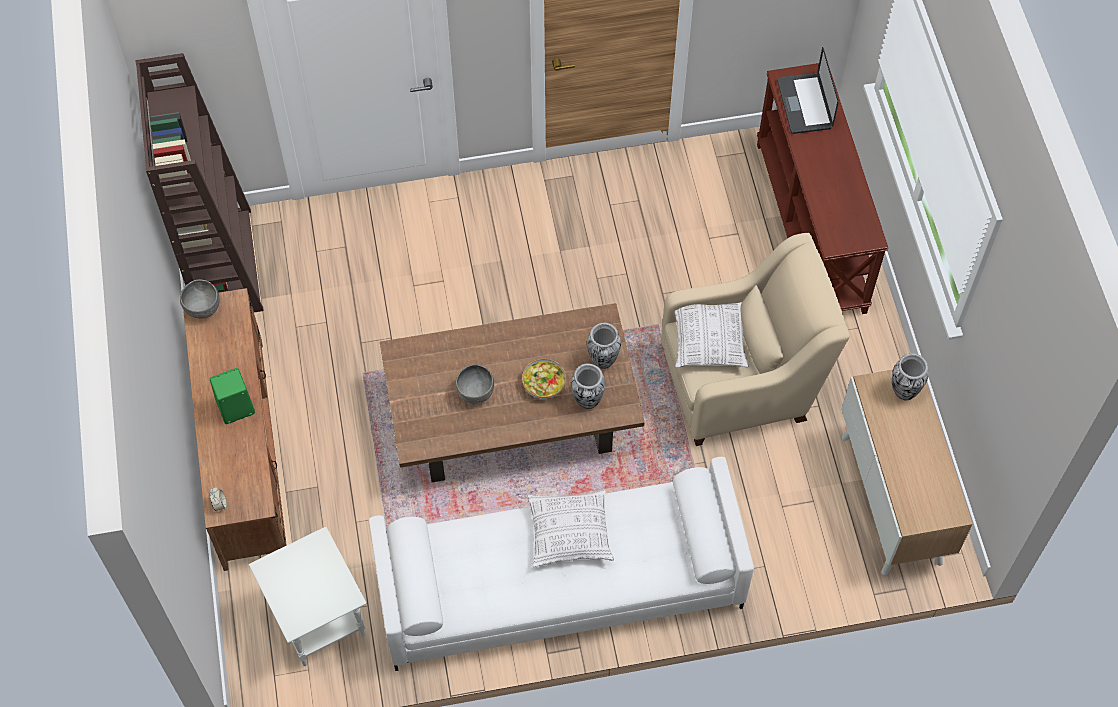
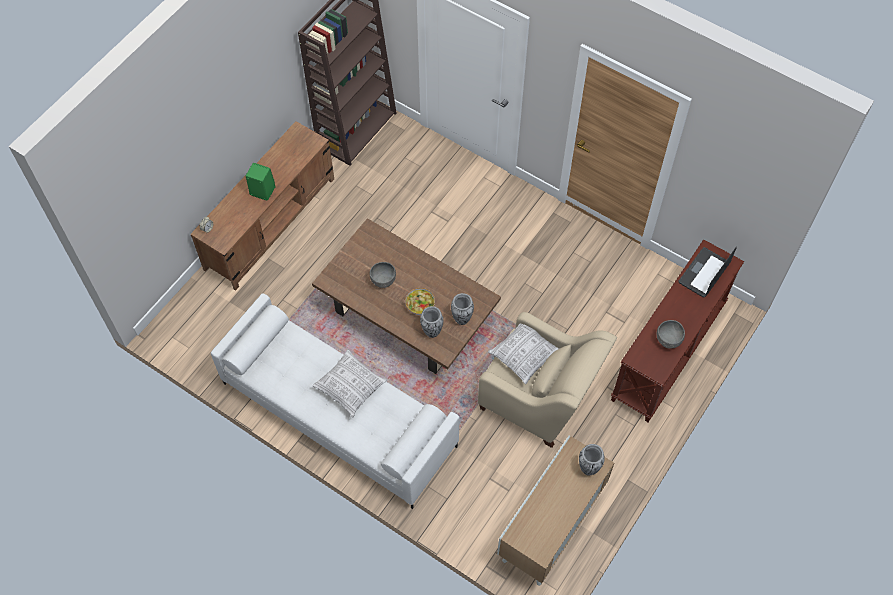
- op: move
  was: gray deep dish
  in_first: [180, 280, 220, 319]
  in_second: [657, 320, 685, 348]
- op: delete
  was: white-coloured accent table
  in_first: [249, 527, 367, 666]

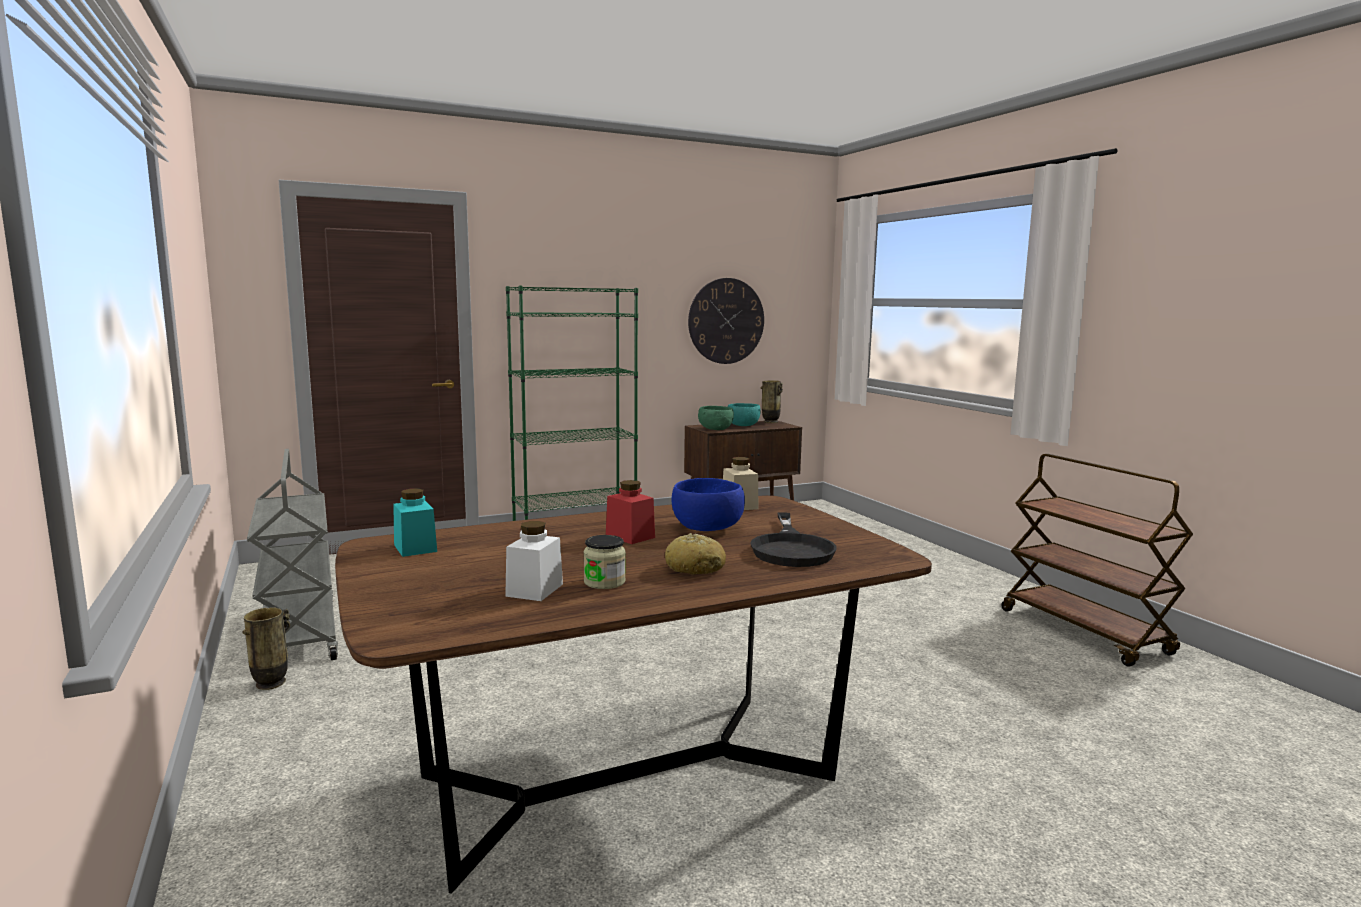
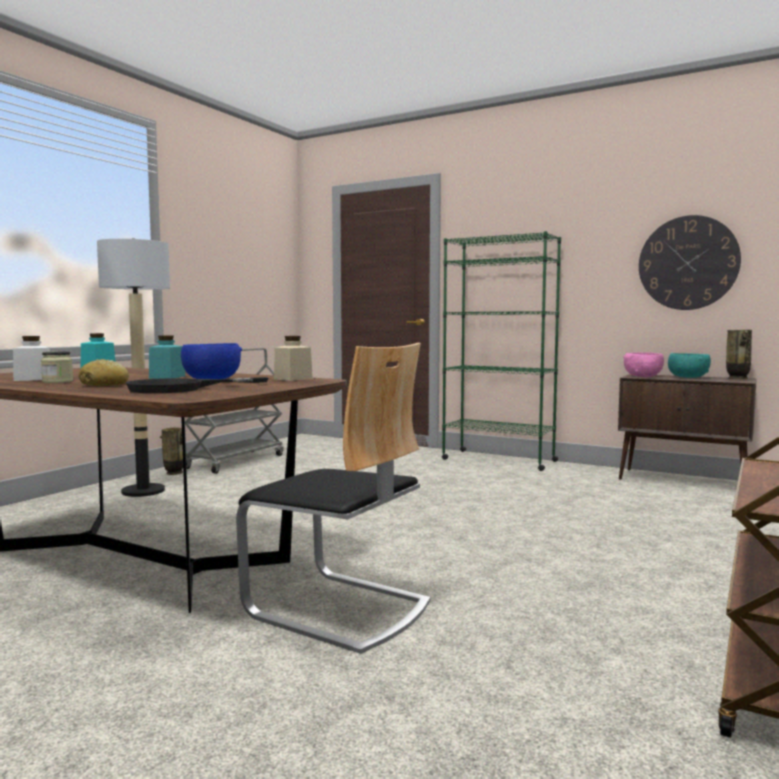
- op: insert
  now: standard lamp
  in_second: [97, 238, 170, 497]
- op: recolor
  was: red-coloured preserve jar
  now: blue-green preserve jar
  in_first: [606, 480, 655, 544]
  in_second: [149, 335, 185, 379]
- op: insert
  now: chair
  in_second: [236, 343, 430, 654]
- op: recolor
  was: green deep dish
  now: pinkish deep dish
  in_first: [698, 406, 734, 430]
  in_second: [623, 352, 664, 377]

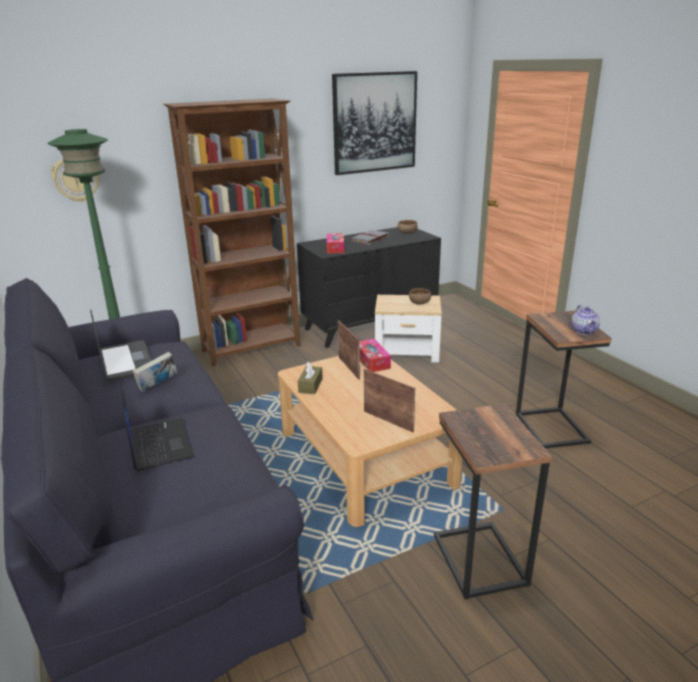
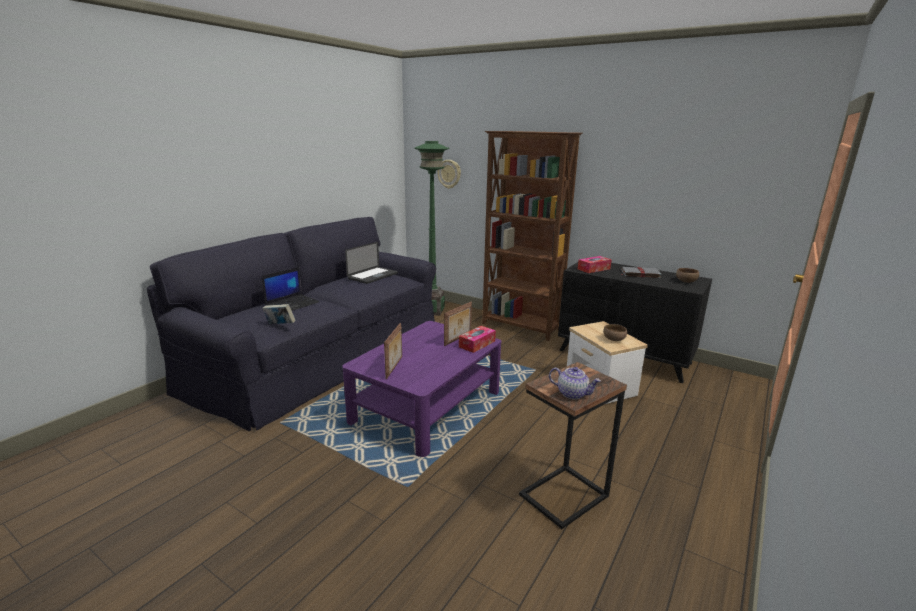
- op: move
  was: volume
  in_first: [132, 352, 177, 392]
  in_second: [262, 304, 296, 324]
- op: recolor
  was: sand-coloured low table
  now: purple low table
  in_first: [278, 356, 463, 527]
  in_second: [342, 321, 501, 457]
- op: rotate
  was: pot for tea
  in_first: [571, 305, 600, 335]
  in_second: [549, 367, 601, 399]
  clockwise: -120
- op: delete
  was: brown tissue box
  in_first: [298, 362, 323, 394]
- op: delete
  was: wall picture
  in_first: [332, 71, 417, 175]
- op: delete
  was: accent table
  in_first: [434, 404, 552, 600]

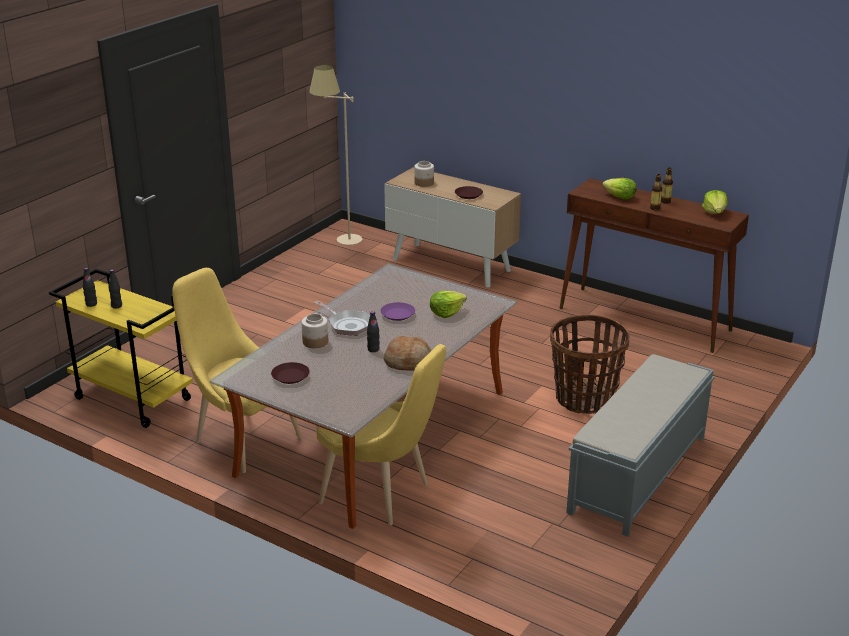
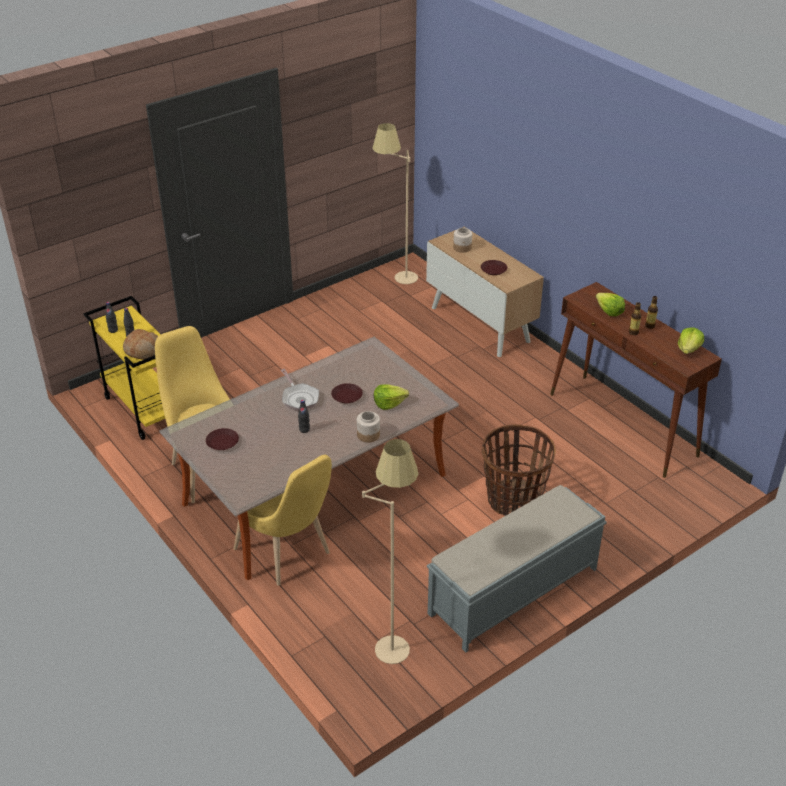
- op: move
  was: bread
  in_first: [384, 336, 431, 371]
  in_second: [123, 329, 158, 360]
- op: recolor
  was: purple flat dish
  now: brown flat dish
  in_first: [380, 302, 415, 321]
  in_second: [331, 383, 363, 403]
- op: move
  was: preserve jar
  in_first: [302, 314, 328, 348]
  in_second: [357, 411, 380, 442]
- op: insert
  now: sand-coloured standard lamp
  in_second: [362, 439, 419, 664]

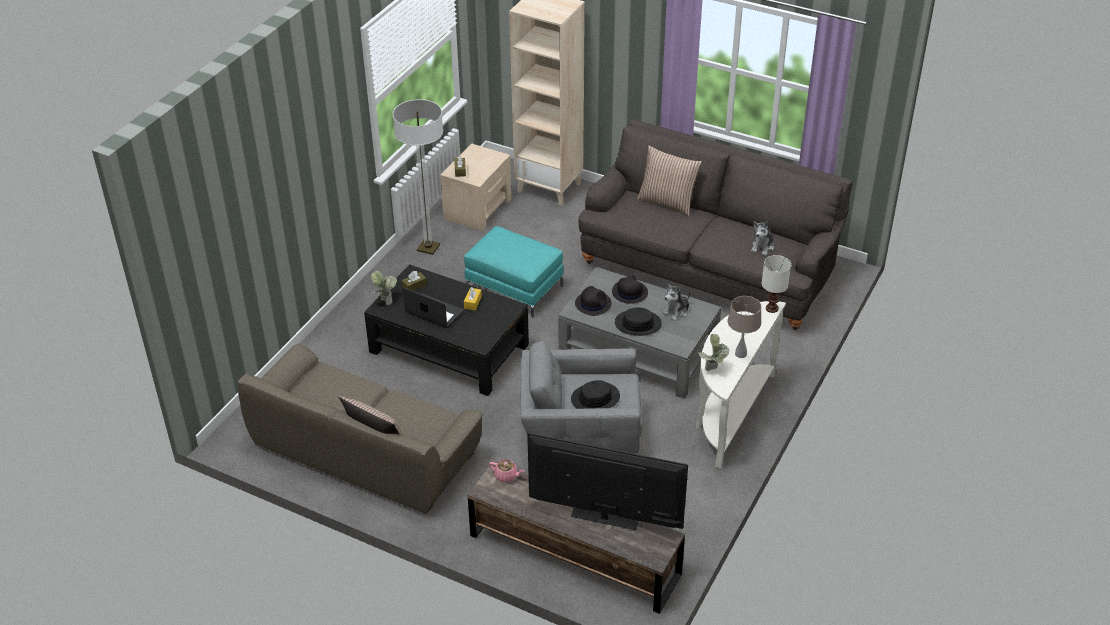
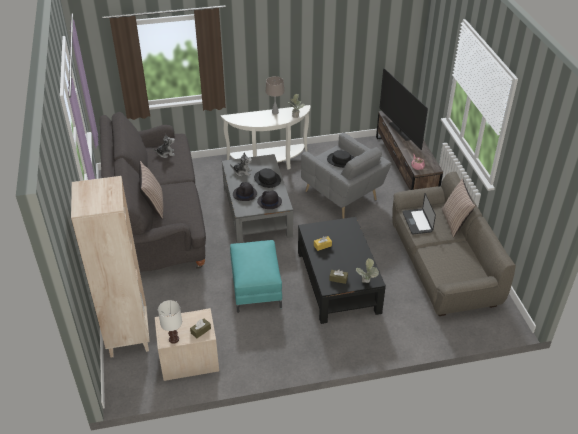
- op: move
  was: white-coloured table lamp
  in_first: [762, 255, 791, 313]
  in_second: [158, 300, 182, 344]
- op: move
  was: notebook computer
  in_first: [402, 287, 464, 328]
  in_second: [403, 193, 436, 234]
- op: delete
  was: standard lamp
  in_first: [393, 99, 443, 255]

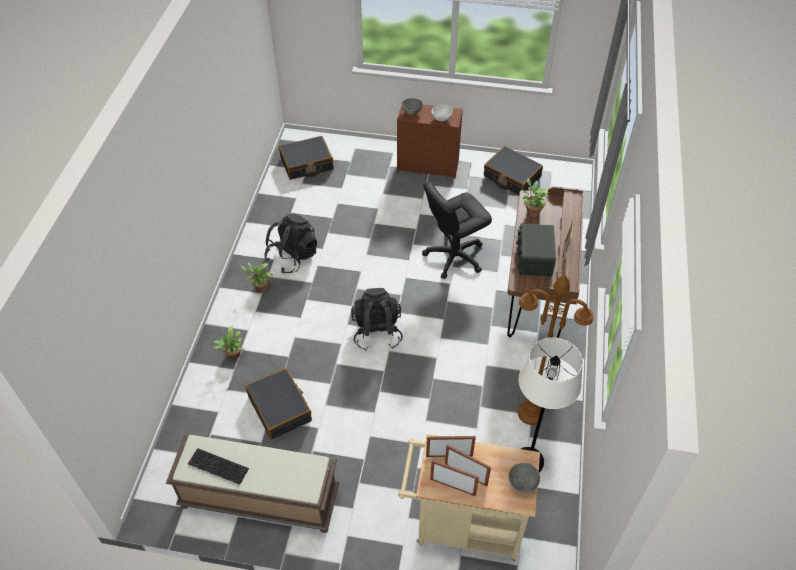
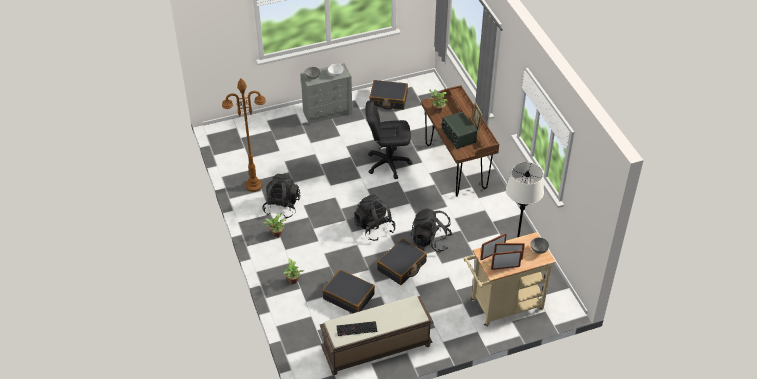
- op: move
  was: brown standard lamp
  in_first: [518, 275, 593, 425]
  in_second: [222, 78, 266, 192]
- op: recolor
  was: brown chest of drawers
  now: gray chest of drawers
  in_first: [397, 104, 463, 179]
  in_second: [301, 63, 352, 125]
- op: rotate
  was: black-coloured desk chair
  in_first: [422, 181, 492, 279]
  in_second: [365, 100, 412, 179]
  clockwise: 60
- op: move
  was: black-coloured suitcase
  in_first: [279, 136, 334, 180]
  in_second: [377, 238, 427, 285]
- op: insert
  now: black-coloured rucksack
  in_second: [411, 208, 453, 252]

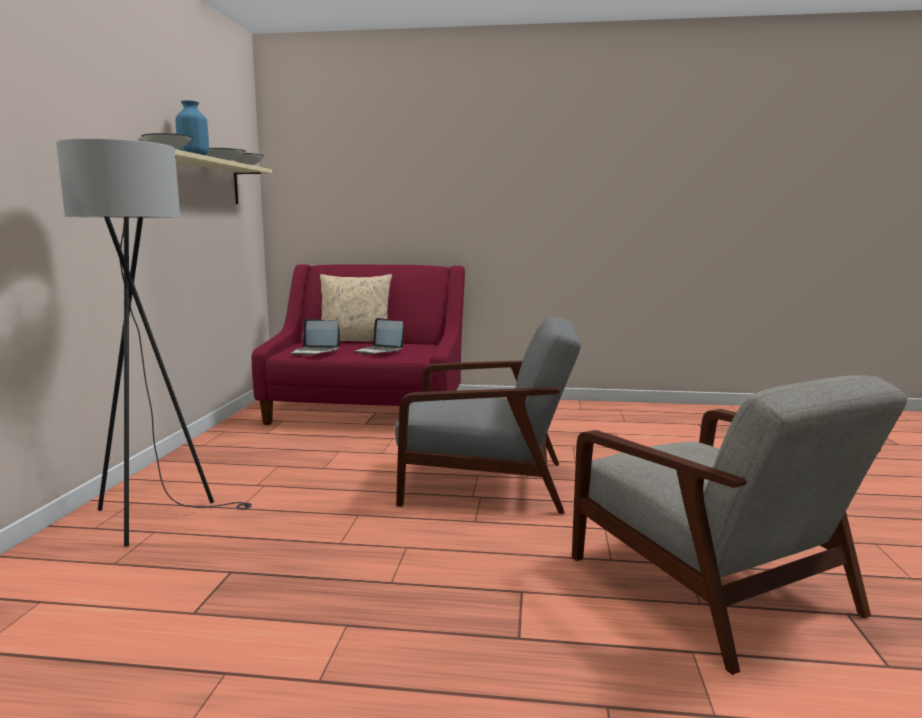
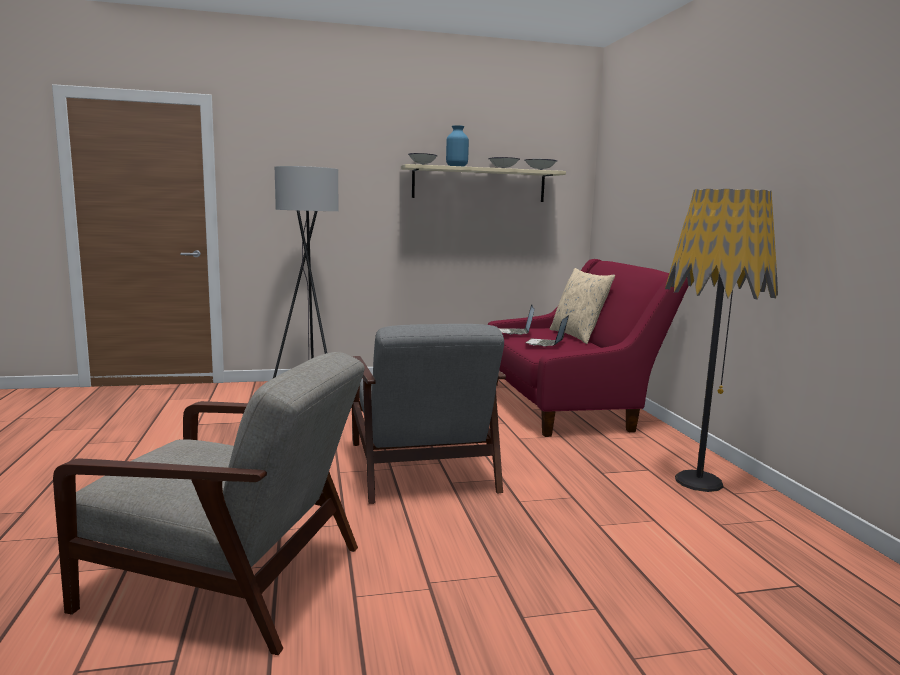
- op: rotate
  was: gray armchair
  in_first: [572, 375, 907, 675]
  in_second: [53, 352, 364, 655]
  clockwise: -120
- op: insert
  now: standard lamp
  in_second: [665, 189, 778, 492]

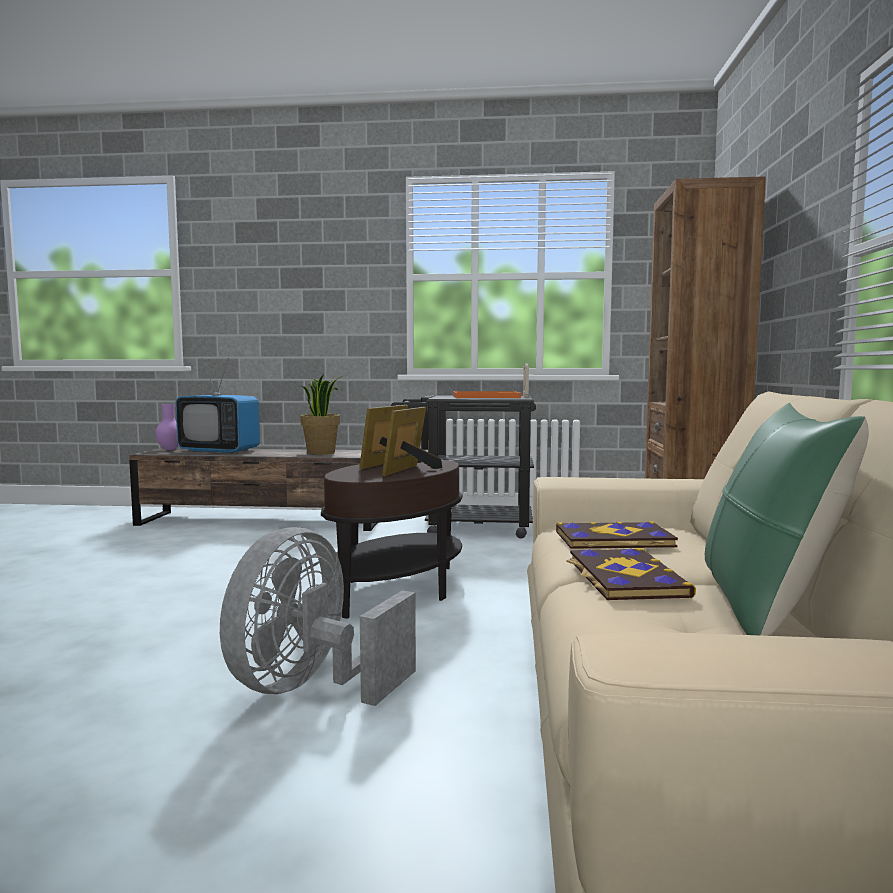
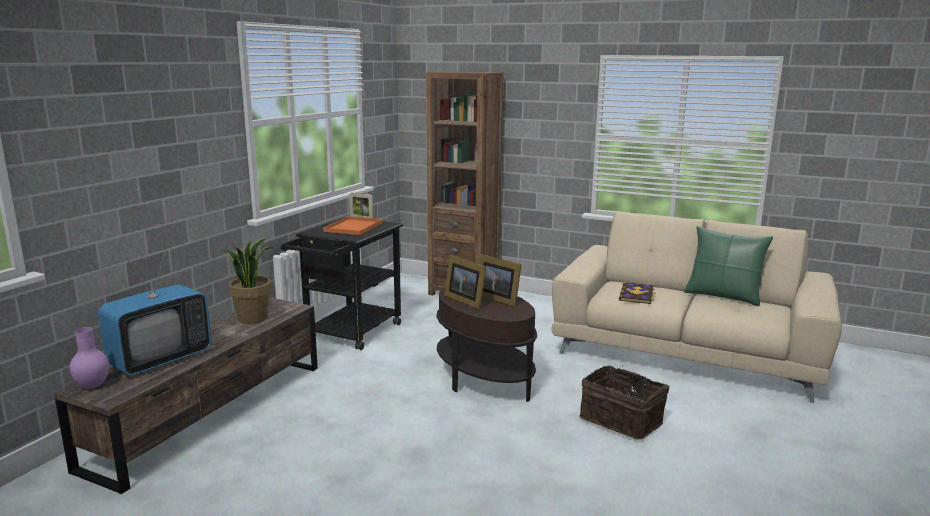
- op: replace
  was: gray cooling fan
  now: basket
  in_first: [220, 527, 416, 706]
  in_second: [579, 365, 669, 440]
- op: delete
  was: volume
  in_first: [567, 548, 696, 600]

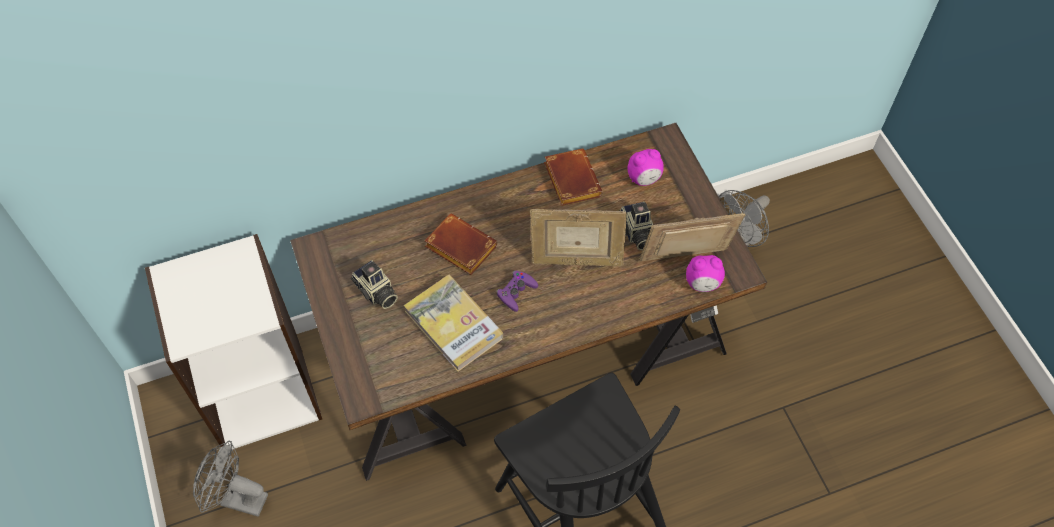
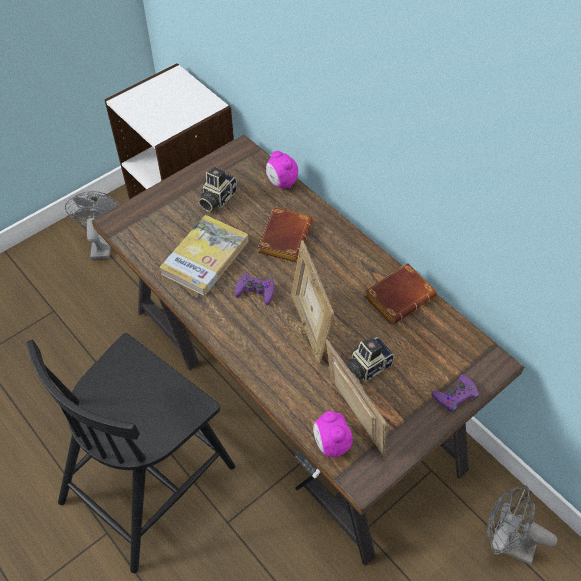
- op: move
  was: table clock
  in_first: [627, 149, 664, 186]
  in_second: [266, 151, 298, 189]
- op: insert
  now: purple game controller
  in_second: [432, 375, 479, 413]

